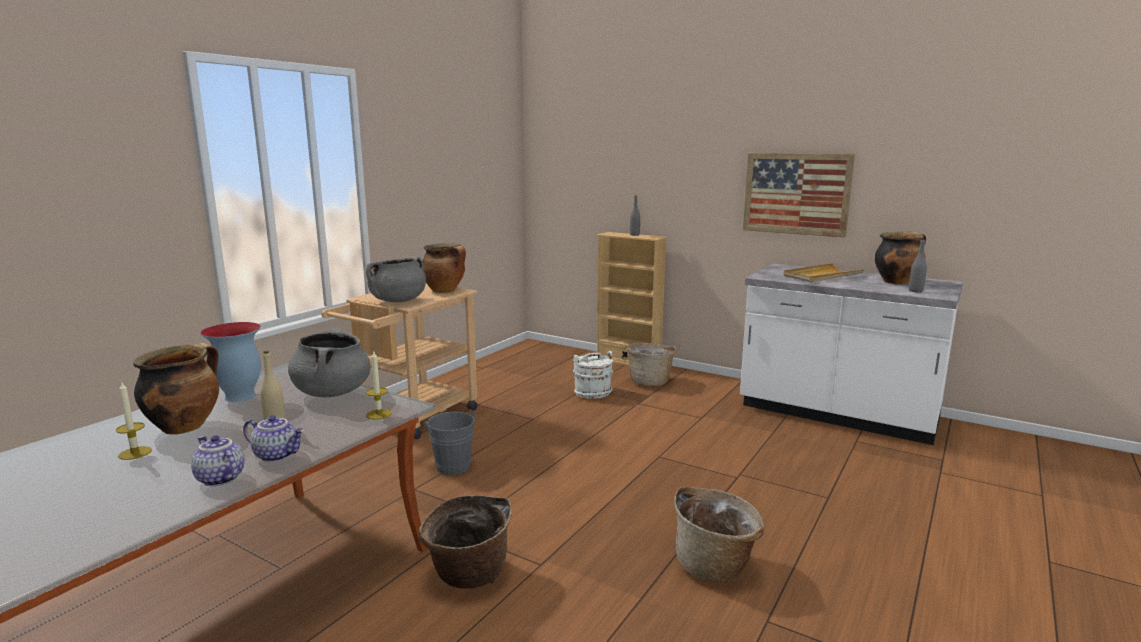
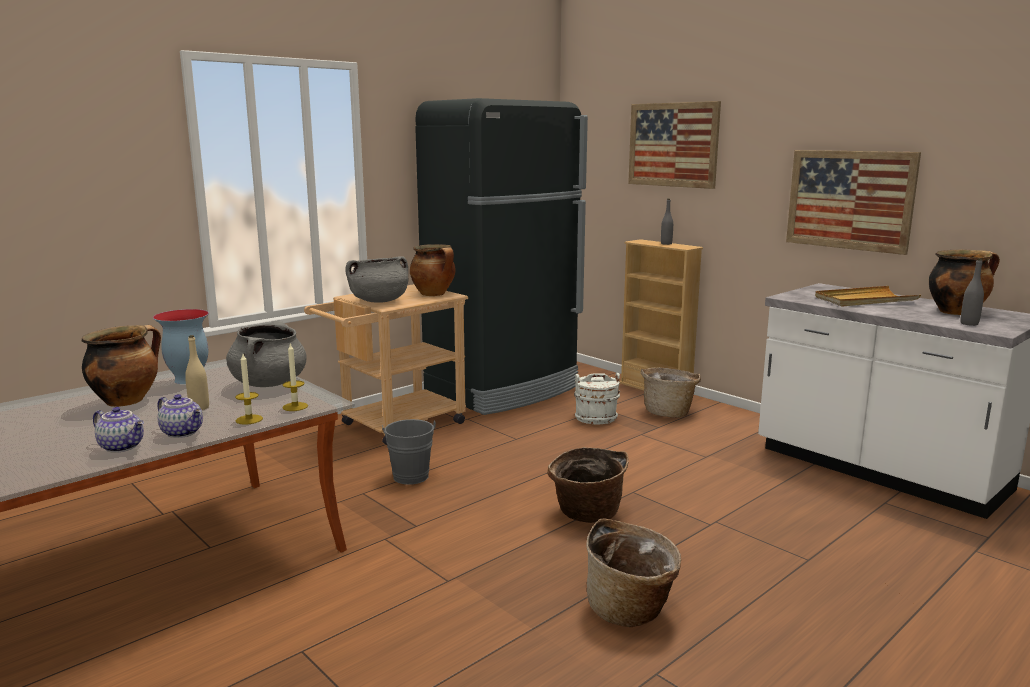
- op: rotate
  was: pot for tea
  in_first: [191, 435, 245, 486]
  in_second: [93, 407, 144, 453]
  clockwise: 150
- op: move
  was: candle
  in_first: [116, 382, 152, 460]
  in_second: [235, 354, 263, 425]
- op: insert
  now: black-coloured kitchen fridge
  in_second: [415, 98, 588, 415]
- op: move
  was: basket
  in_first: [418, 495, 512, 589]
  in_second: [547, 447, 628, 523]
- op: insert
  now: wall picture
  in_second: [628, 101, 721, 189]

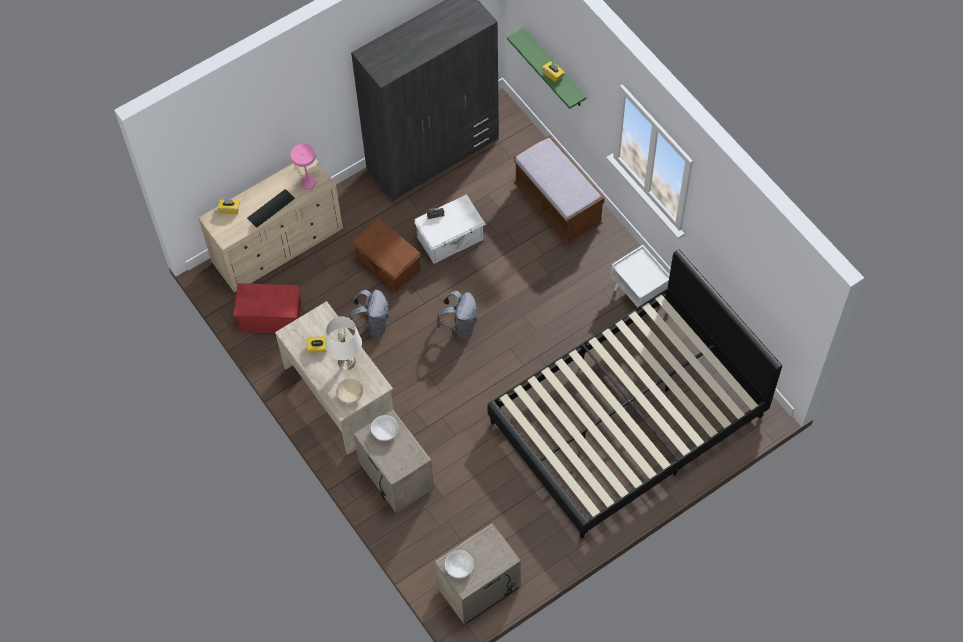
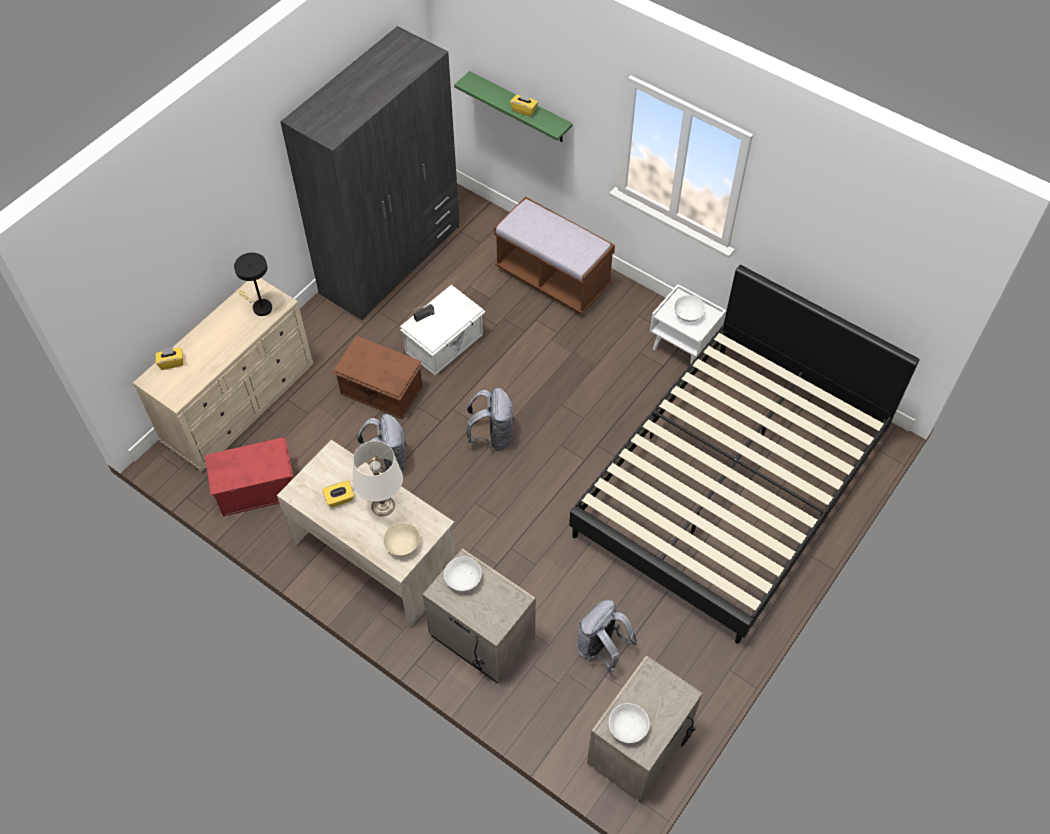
- op: recolor
  was: pinkish table lamp
  now: black-coloured table lamp
  in_first: [290, 144, 316, 190]
  in_second: [234, 253, 272, 316]
- op: insert
  now: gray rucksack
  in_second: [577, 600, 637, 672]
- op: insert
  now: white-coloured deep dish
  in_second: [674, 295, 705, 322]
- op: delete
  was: PC keyboard
  in_first: [247, 189, 295, 228]

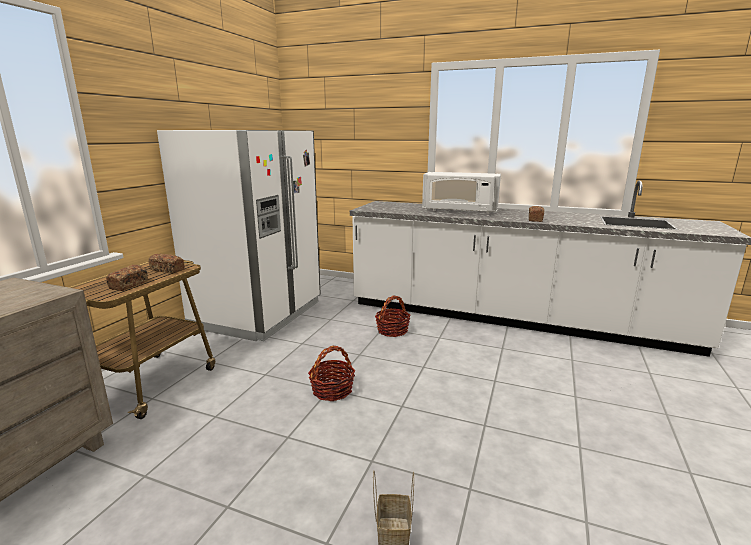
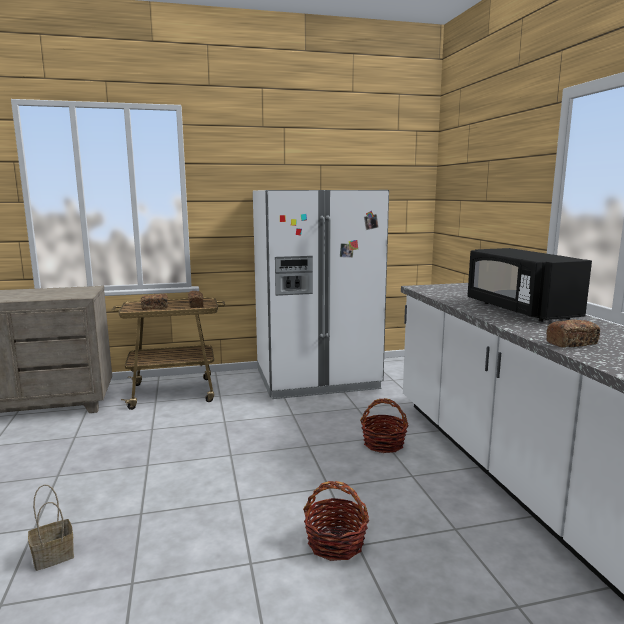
- op: move
  was: basket
  in_first: [308, 346, 355, 401]
  in_second: [303, 481, 369, 561]
- op: recolor
  was: white-coloured microwave oven
  now: black-coloured microwave oven
  in_first: [422, 172, 501, 214]
  in_second: [468, 248, 592, 322]

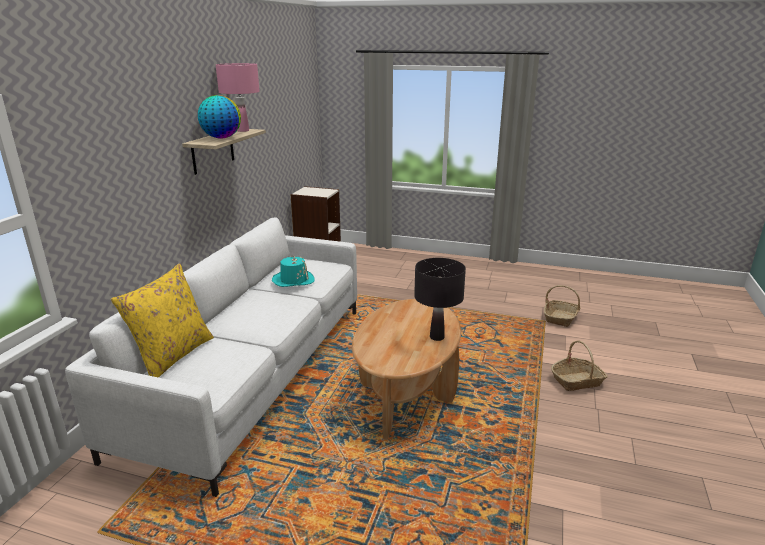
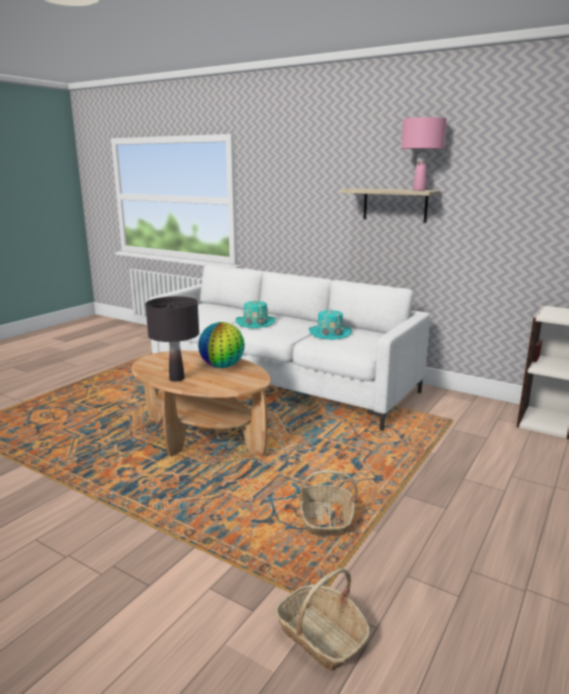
- op: move
  was: desk globe
  in_first: [198, 95, 241, 138]
  in_second: [198, 322, 245, 368]
- op: insert
  now: blue-green hat
  in_second: [236, 300, 276, 328]
- op: move
  was: basket
  in_first: [551, 340, 608, 391]
  in_second: [299, 470, 358, 536]
- op: delete
  was: yellowish throw pillow
  in_first: [111, 263, 214, 378]

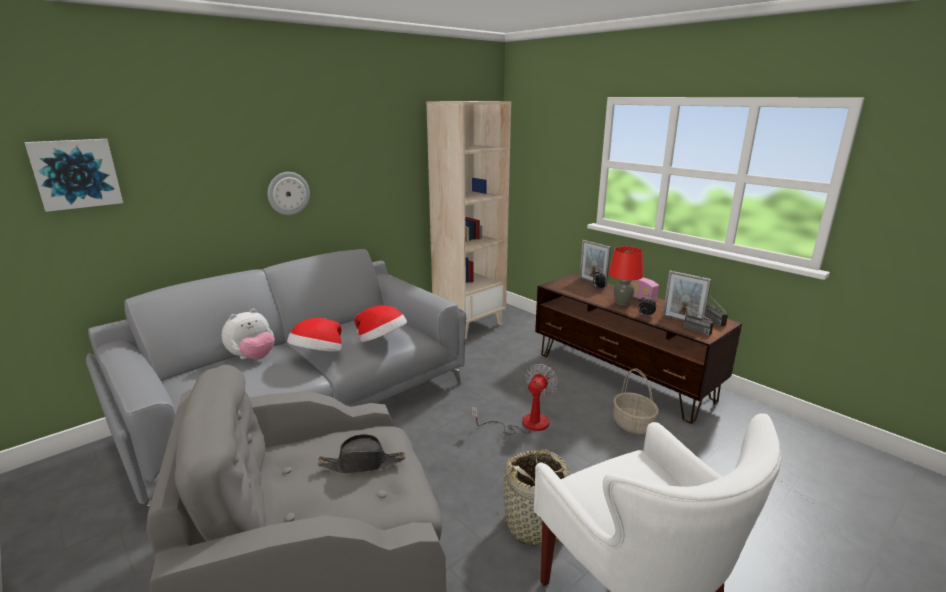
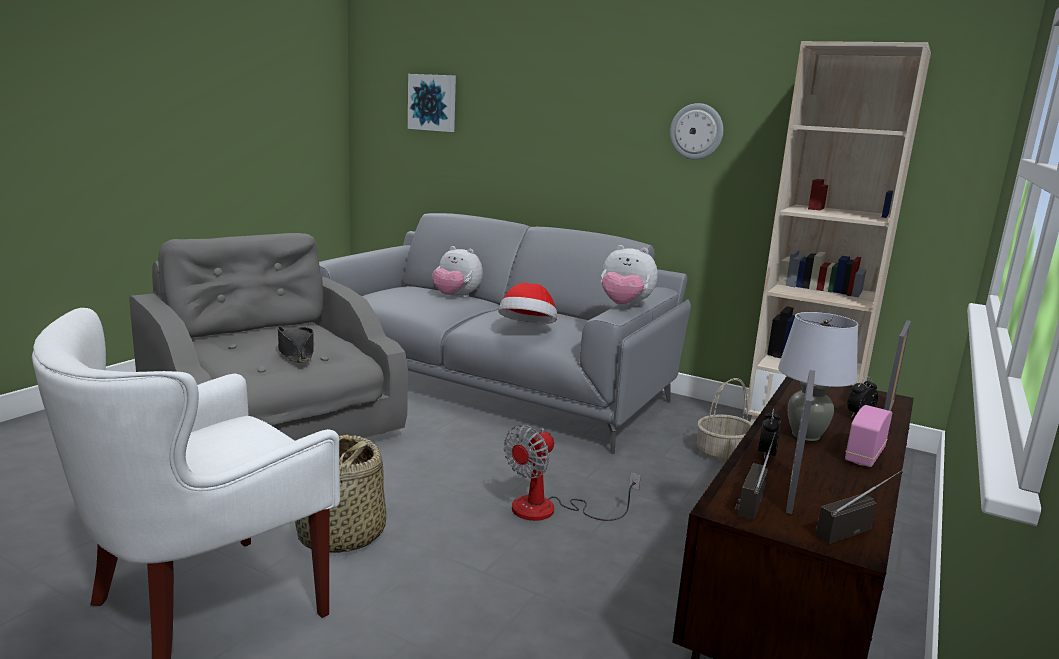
- op: rotate
  was: cooling fan
  in_first: [471, 364, 558, 435]
  in_second: [504, 425, 641, 521]
  clockwise: 120
- op: insert
  now: cuddly toy
  in_second: [601, 245, 658, 306]
- op: move
  was: hanging clock
  in_first: [268, 172, 310, 215]
  in_second: [670, 103, 723, 160]
- op: move
  was: basket
  in_first: [613, 369, 659, 435]
  in_second: [697, 378, 752, 462]
- op: recolor
  was: red-coloured table lamp
  now: gray table lamp
  in_first: [608, 246, 644, 306]
  in_second: [778, 312, 858, 441]
- op: delete
  was: hat
  in_first: [287, 318, 342, 352]

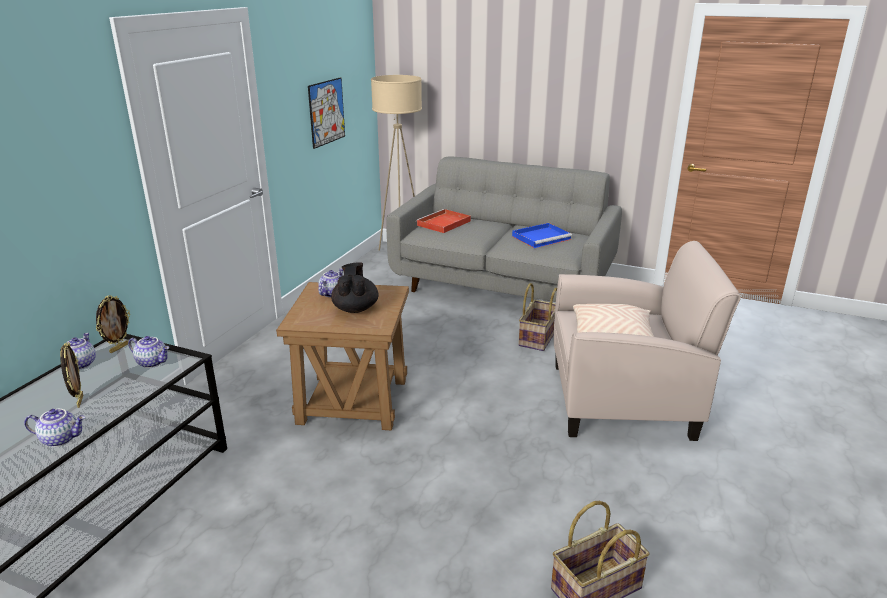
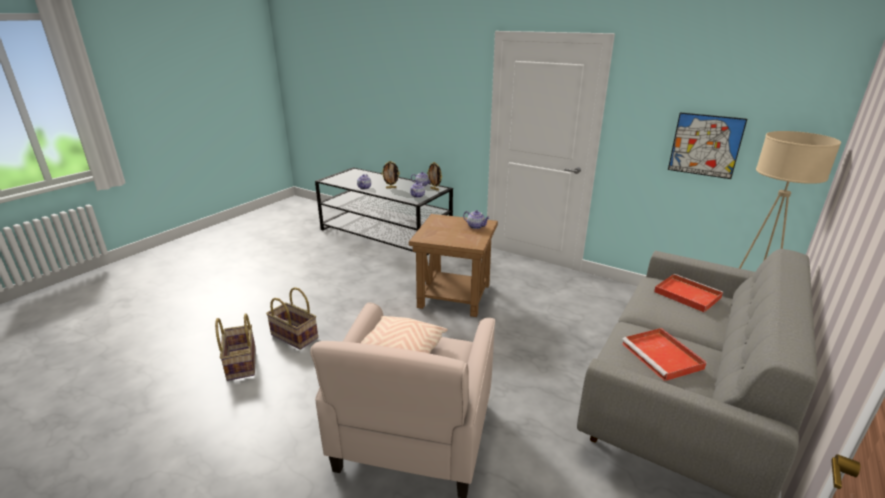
- op: move
  was: basket
  in_first: [518, 283, 557, 351]
  in_second: [266, 287, 318, 350]
- op: recolor
  was: blue-coloured carrying tray
  now: red-coloured carrying tray
  in_first: [512, 223, 572, 248]
  in_second: [622, 328, 707, 381]
- op: delete
  was: black-coloured pot for tea
  in_first: [331, 262, 378, 313]

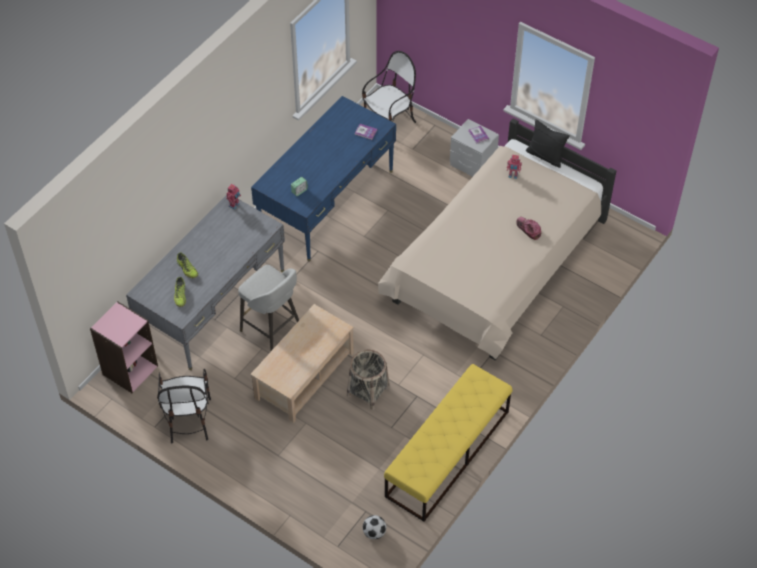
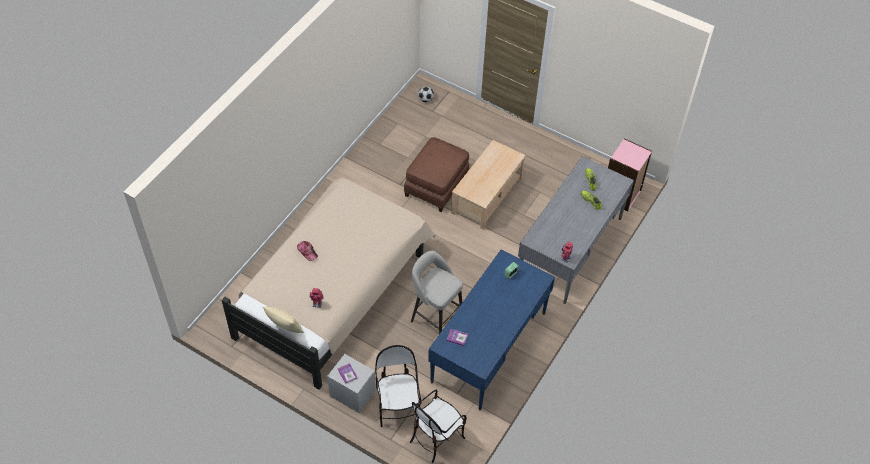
- op: recolor
  was: black-coloured throw pillow
  now: sand-coloured throw pillow
  in_first: [526, 119, 570, 168]
  in_second: [263, 306, 304, 333]
- op: move
  was: chair
  in_first: [157, 369, 211, 443]
  in_second: [375, 345, 422, 427]
- op: replace
  was: basket
  now: brown ottoman
  in_first: [347, 350, 390, 410]
  in_second: [404, 137, 469, 212]
- op: move
  was: gray stool seat
  in_first: [238, 265, 299, 351]
  in_second: [411, 251, 463, 334]
- op: delete
  was: yellowish long seat
  in_first: [384, 364, 513, 522]

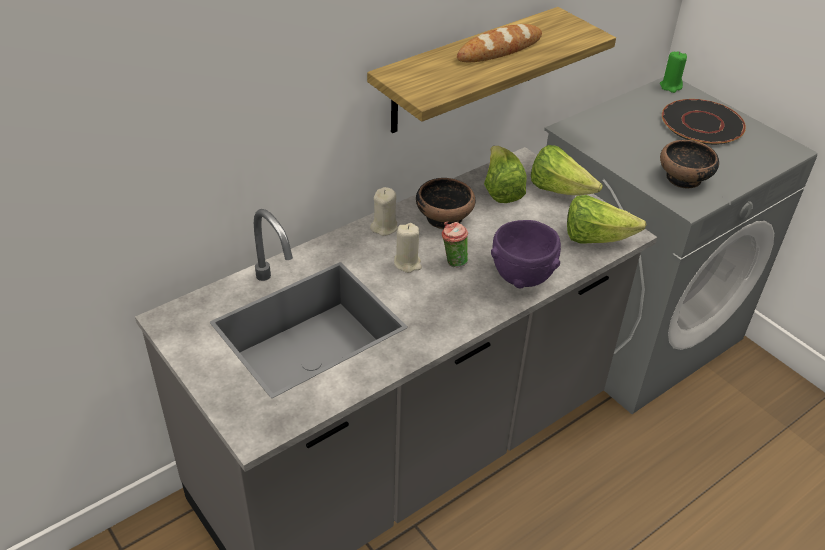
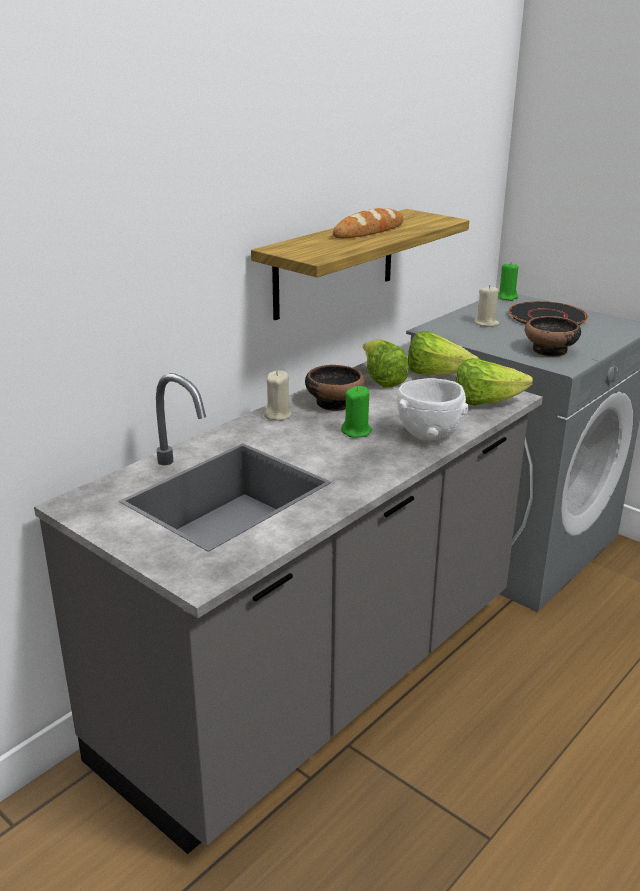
- op: replace
  was: cup
  now: green candle
  in_first: [442, 221, 468, 267]
  in_second: [341, 386, 372, 438]
- op: recolor
  was: purple deep dish
  now: white-coloured deep dish
  in_first: [491, 220, 561, 289]
  in_second: [397, 378, 469, 440]
- op: move
  was: sand-coloured candle
  in_first: [394, 223, 422, 273]
  in_second: [474, 285, 499, 327]

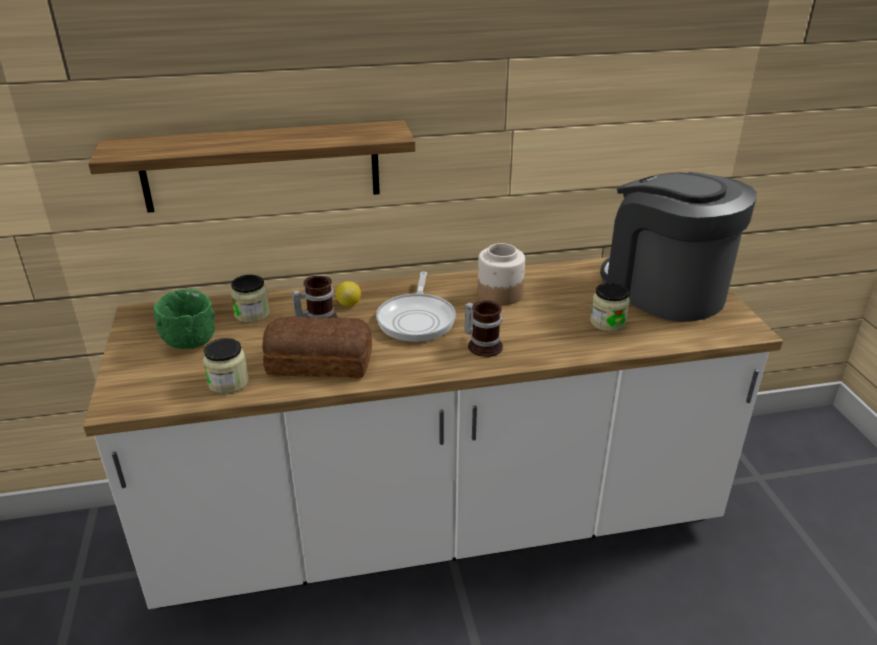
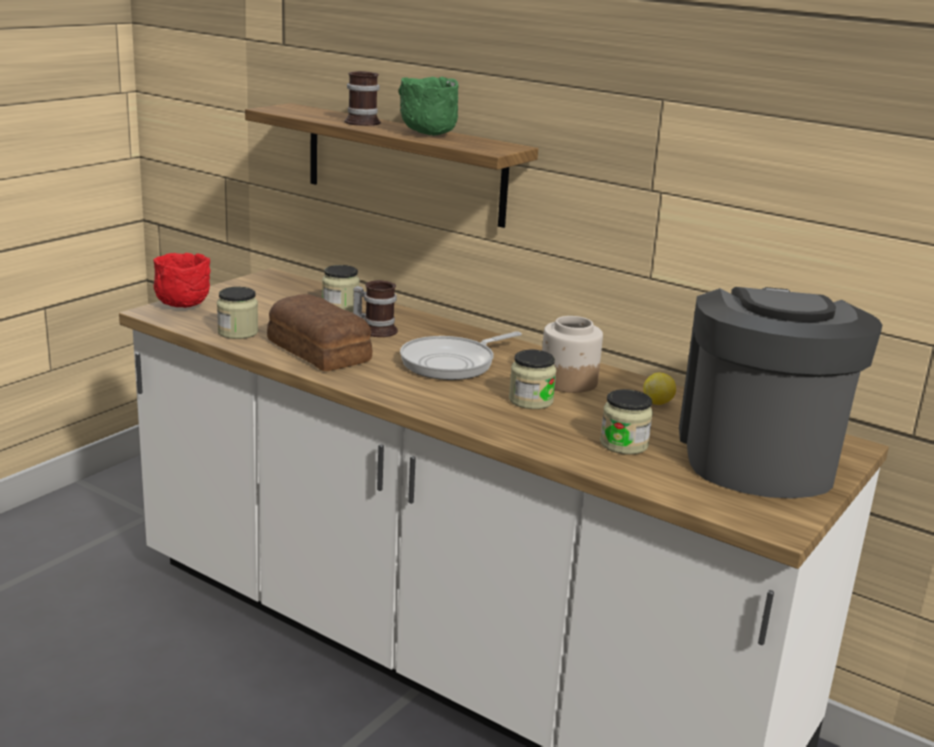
- op: insert
  now: red-coloured deep dish
  in_second: [153, 253, 211, 308]
- op: move
  was: coffee mug
  in_first: [465, 300, 503, 357]
  in_second: [344, 71, 381, 126]
- op: move
  was: green deep dish
  in_first: [154, 289, 215, 349]
  in_second: [399, 77, 459, 136]
- op: insert
  now: preserve jar
  in_second: [509, 350, 557, 409]
- op: move
  was: lemon
  in_first: [336, 281, 361, 306]
  in_second: [643, 373, 676, 405]

